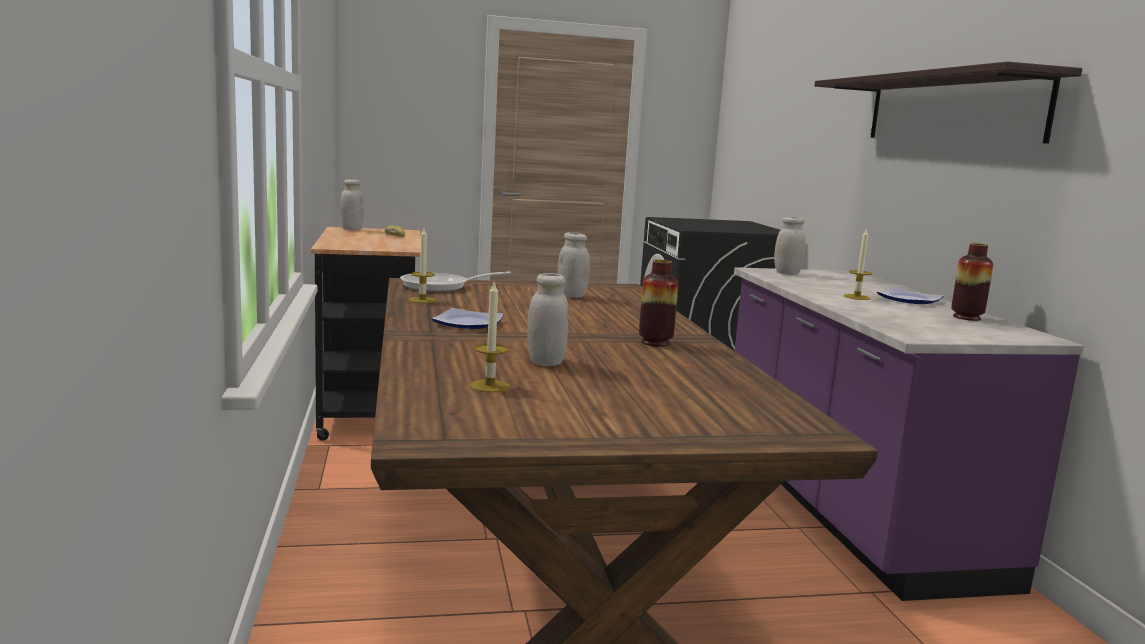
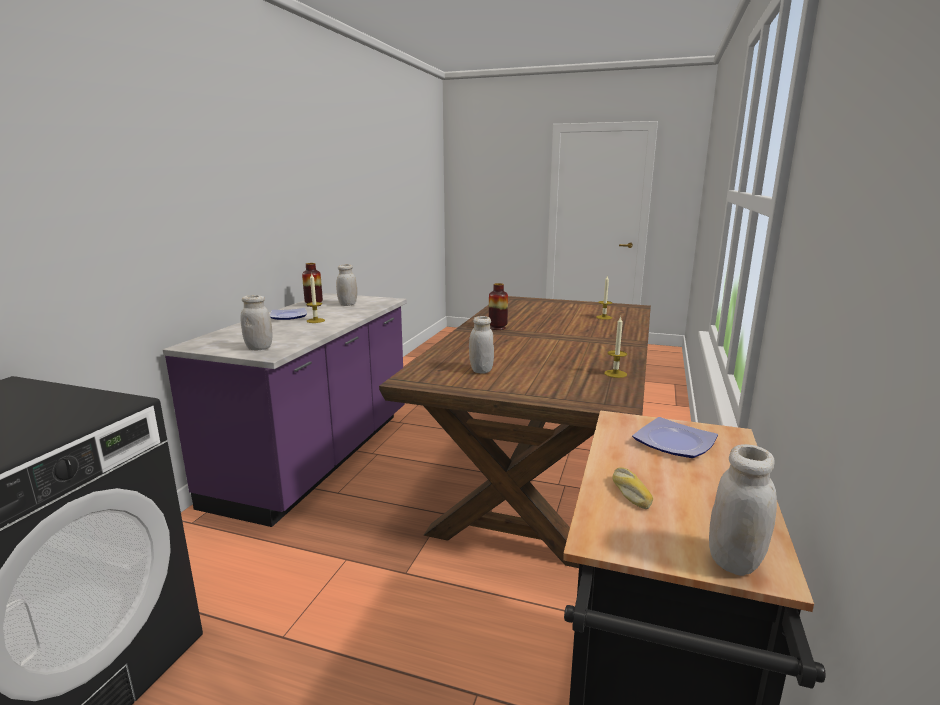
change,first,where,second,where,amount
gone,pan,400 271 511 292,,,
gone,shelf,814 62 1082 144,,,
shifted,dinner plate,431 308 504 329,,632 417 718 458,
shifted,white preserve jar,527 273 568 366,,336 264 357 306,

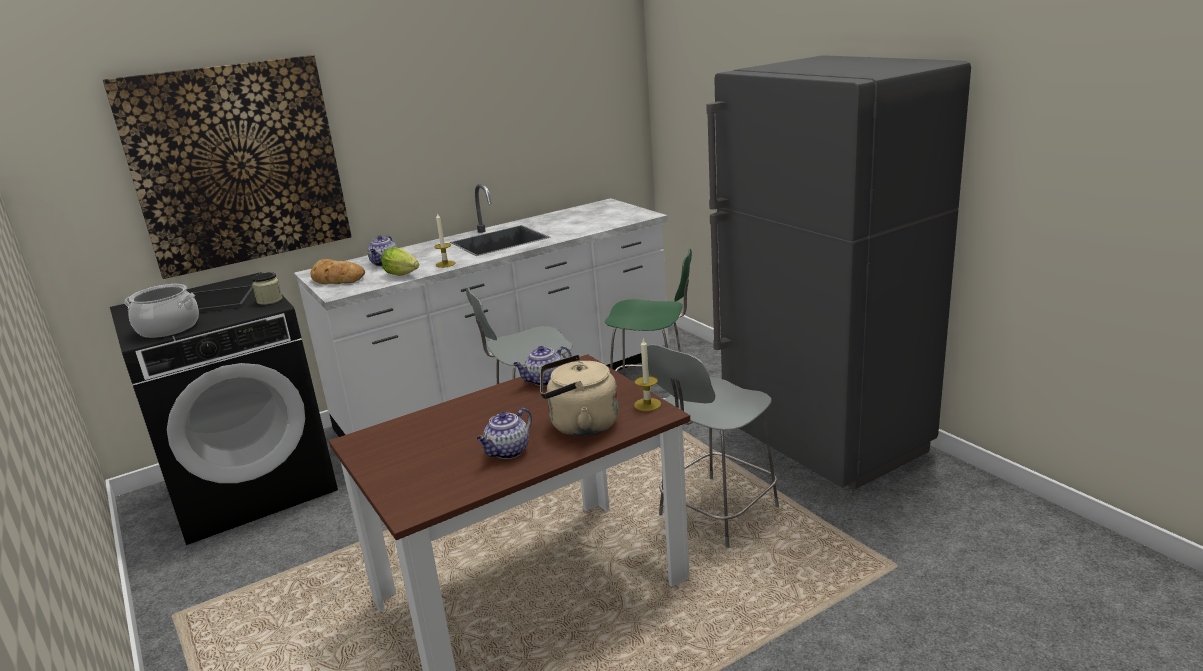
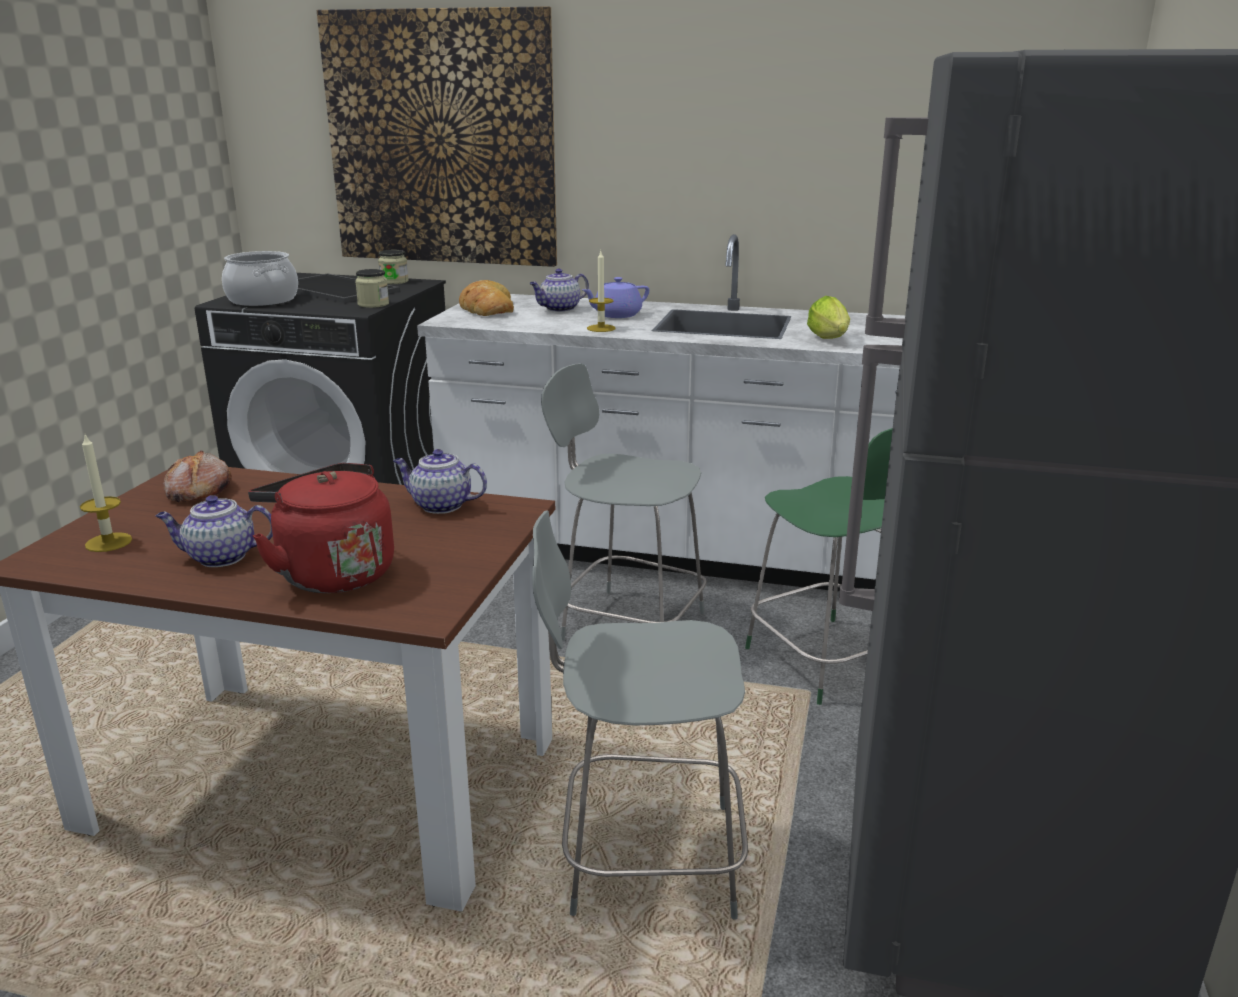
change,first,where,second,where,amount
new,,,baked bread,164 450 232 502,
new,,,preserve jar,378 250 409 284,
new,,,purple-coloured tea pot,582 277 649 318,
shifted,lettuce head,381 247 419 276,,807 296 850 339,
shifted,wax candle,634 338 661 411,,80 435 132 552,
repainted,beige-coloured water kettle,540 355 619 437,reddish water kettle,248 463 394 593,

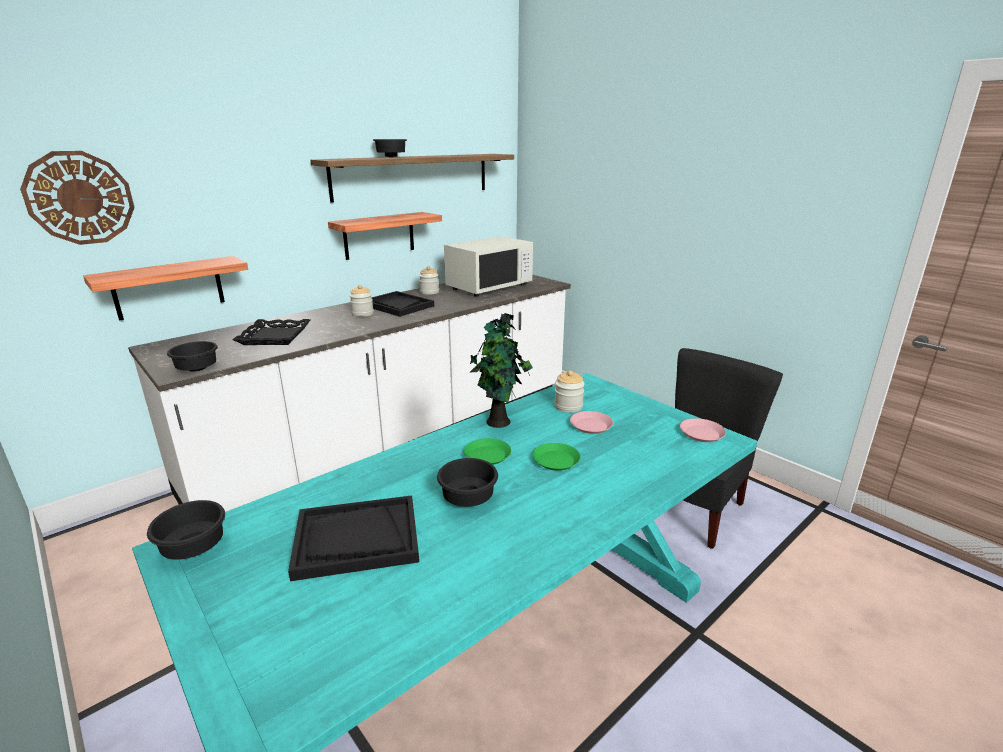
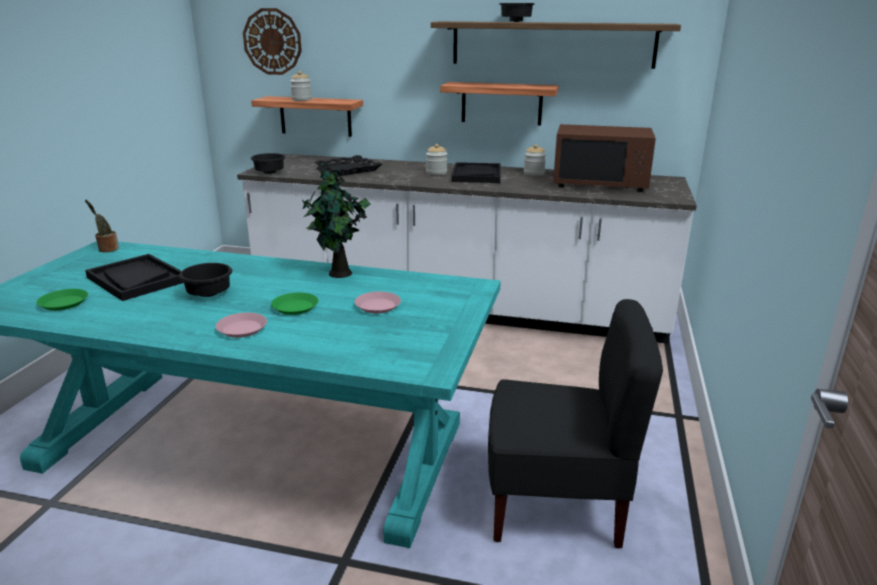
change,first,where,second,where,amount
shifted,green dinner plate,464 438 511 465,,36 289 88 311,
shifted,preserve jar,554 370 585 413,,290 71 312 101,
shifted,pink-coloured dinner plate,680 418 726 442,,215 313 267 338,
swapped,black-coloured deep dish,147 500 225 560,plant in a pot,85 200 119 252,
repainted,white microwave oven,444 236 533 297,brown microwave oven,553 124 656 192,

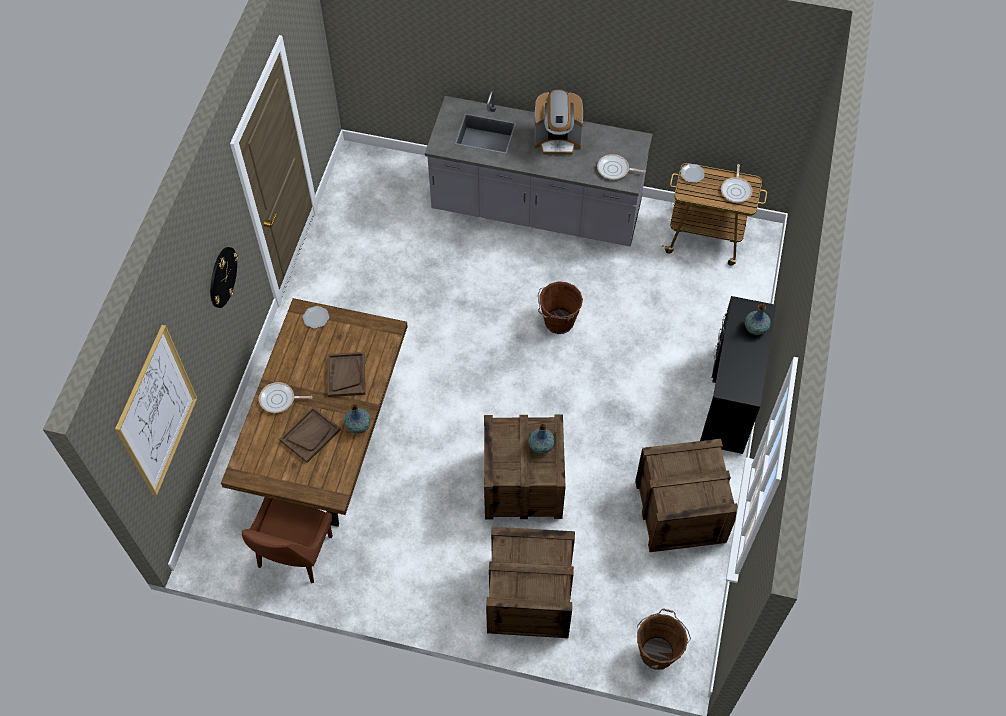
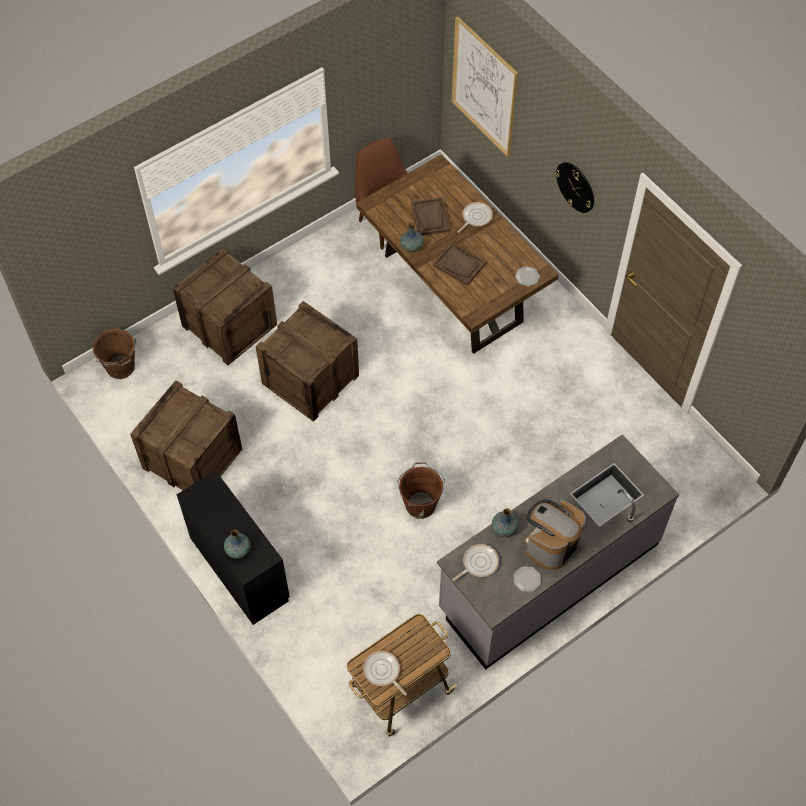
change,first,where,second,where,amount
shifted,vase,528 424 555 454,,492 508 518 537,
shifted,dinner plate,681 164 705 183,,514 566 541 592,

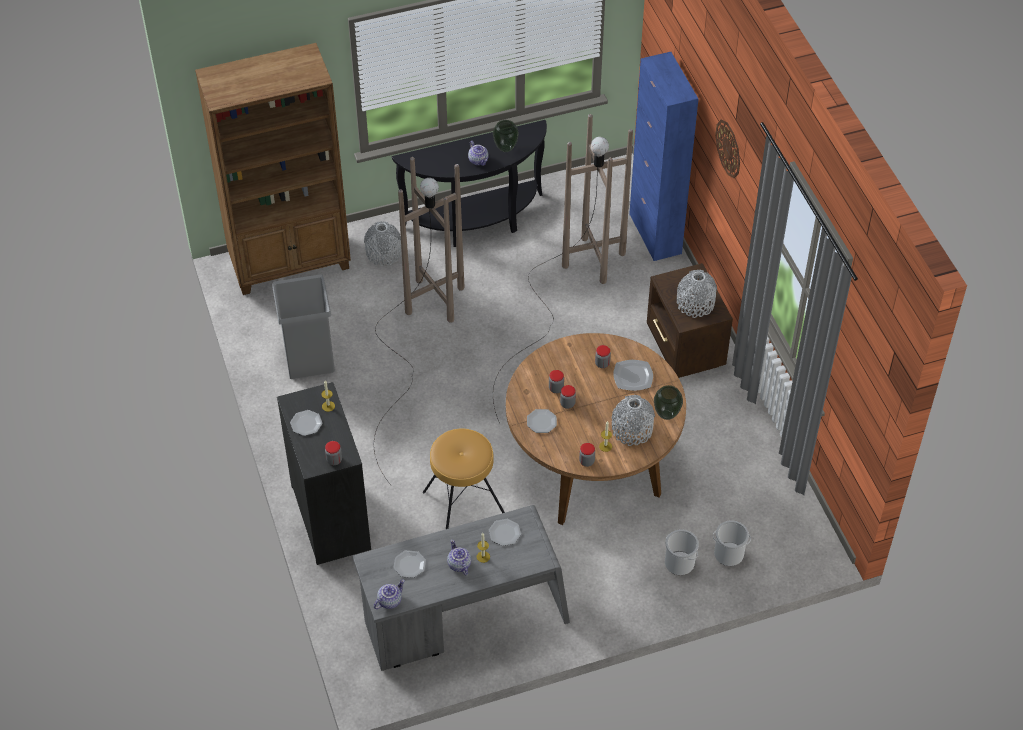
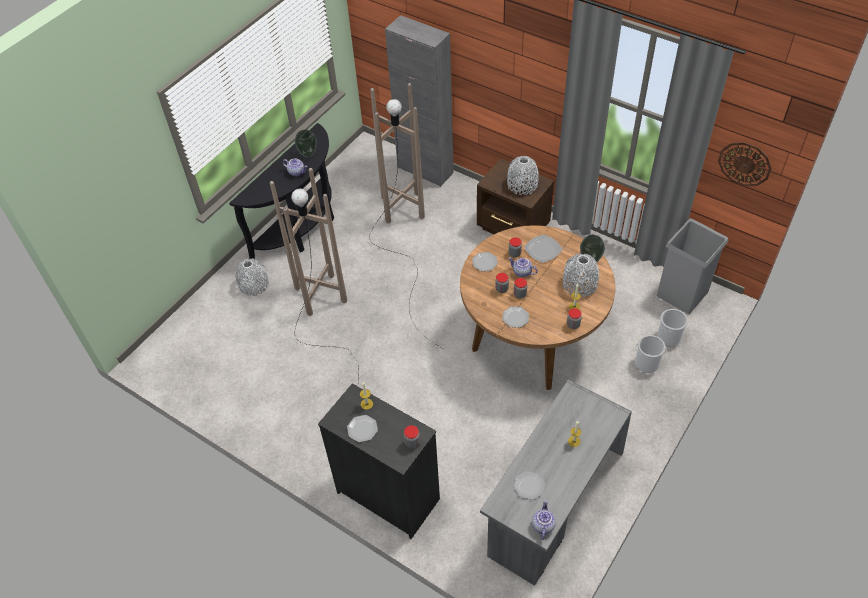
change,first,where,second,where,amount
gone,brown shelving unit,195 43 351 295,,,
gone,brown sitting stool,423 429 505 529,,,
shifted,gray rubbish bin,272 274 335 379,,656 218 728 314,
shifted,tea pot,447 539 471 575,,508 257 538 277,
shifted,dinner plate,489 519 521 546,,472 252 498 271,
shifted,clock on the wall,715 119 740 178,,718 142 772 186,
repainted,blue-coloured cupboard,629 52 698 261,gray cupboard,385 15 454 187,

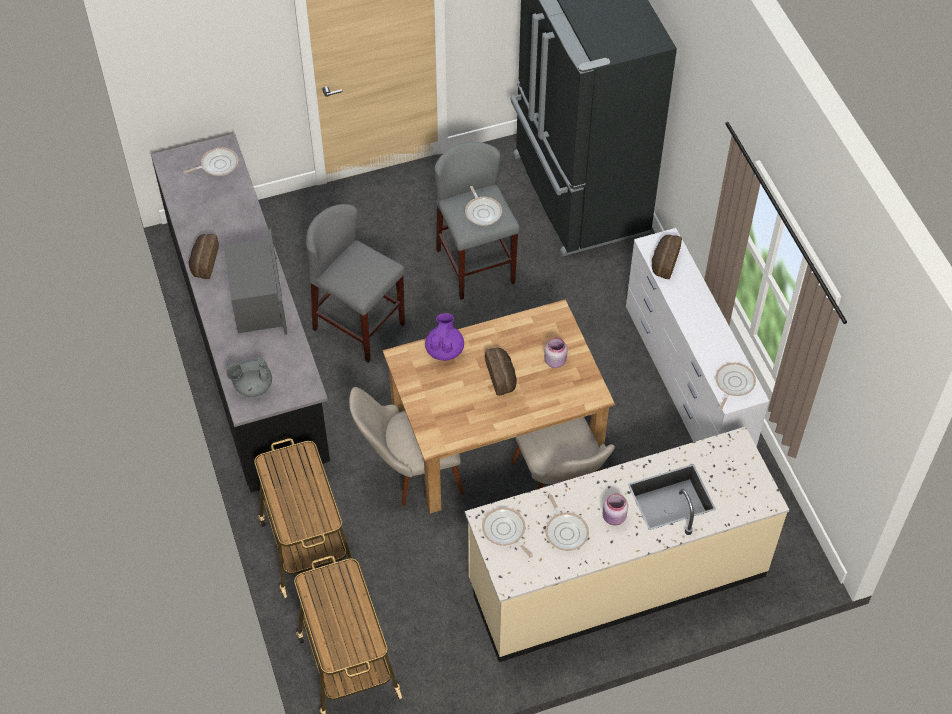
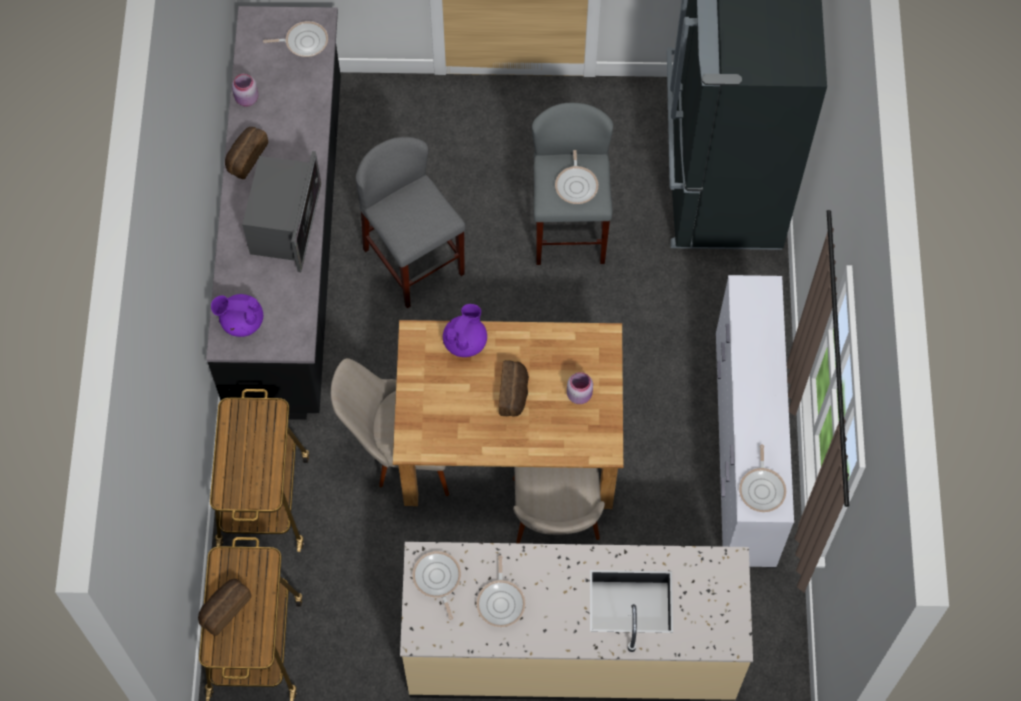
change,first,where,second,where,amount
shifted,pink-coloured preserve jar,603 494 628 525,,232 74 258 107,
shifted,baked bread,652 235 682 279,,198 579 251 636,
repainted,gray tea pot,226 357 272 397,purple-coloured tea pot,211 294 263 337,
rotated,pan,715 363 756 410,,739 445 786 512,135 degrees clockwise

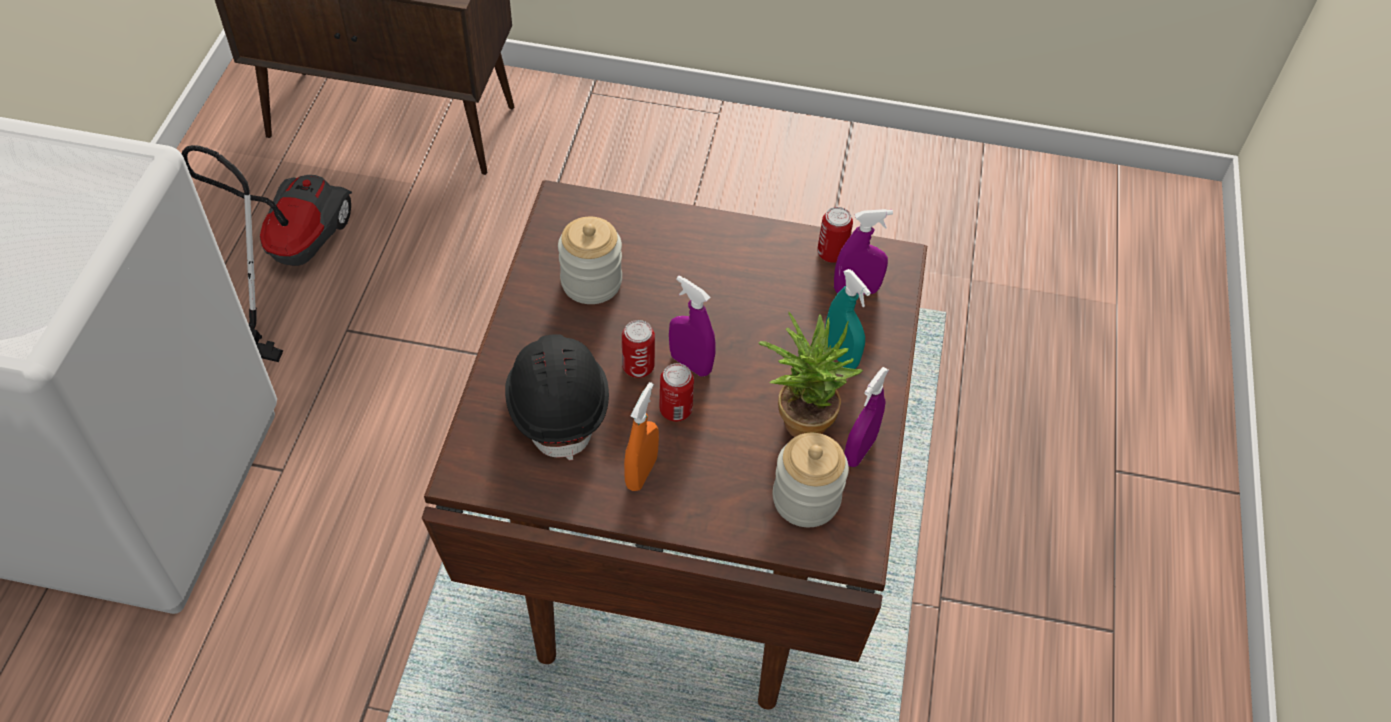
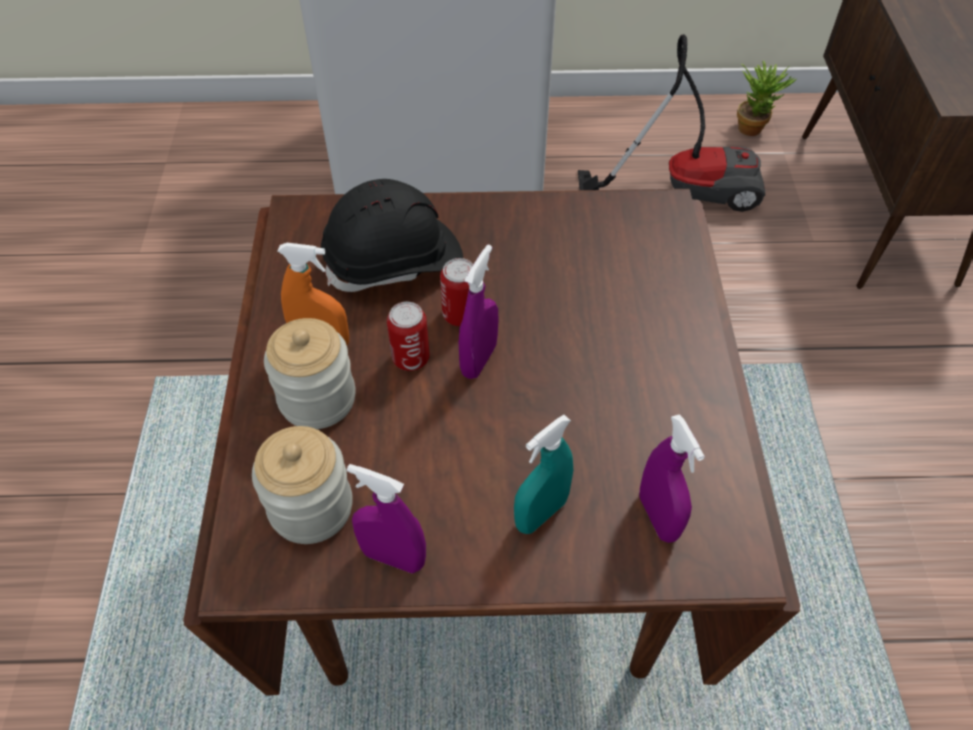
change,first,where,second,where,amount
gone,metal can,817 207 853 263,,,
shifted,preserve jar,558 217 622 304,,264 318 356 429,
shifted,plant in a pot,758 311 863 437,,737 60 796 136,

